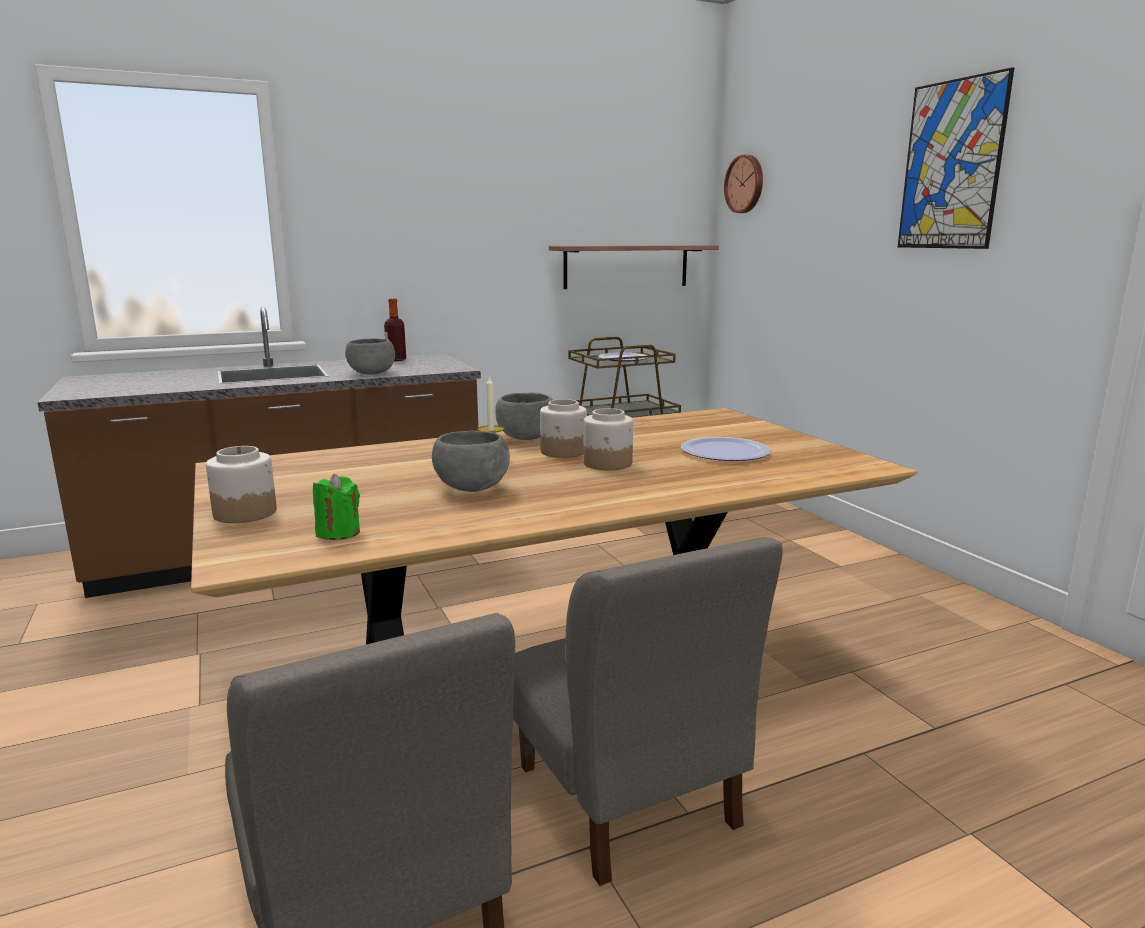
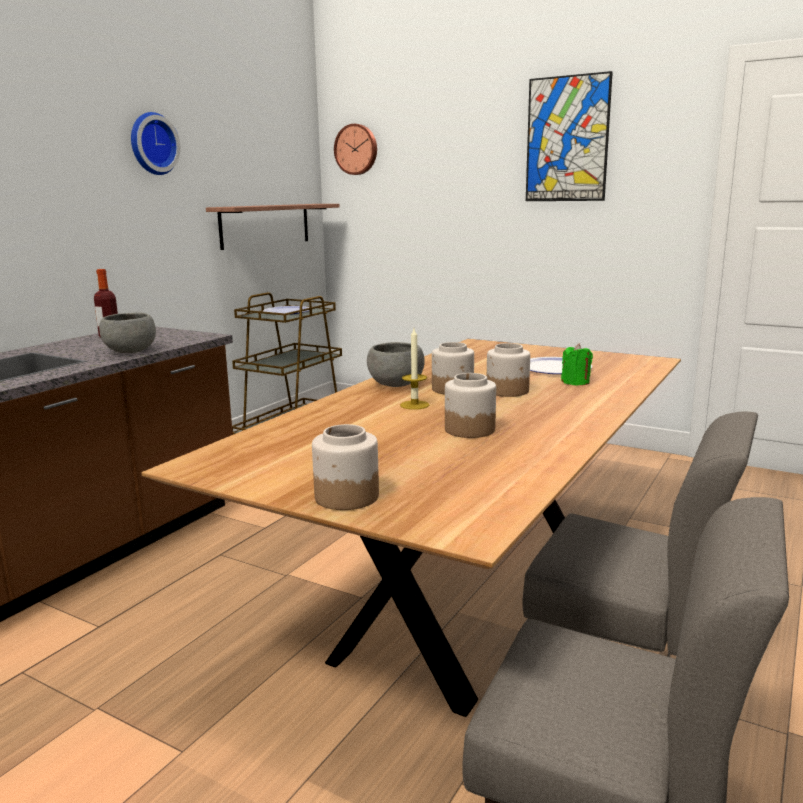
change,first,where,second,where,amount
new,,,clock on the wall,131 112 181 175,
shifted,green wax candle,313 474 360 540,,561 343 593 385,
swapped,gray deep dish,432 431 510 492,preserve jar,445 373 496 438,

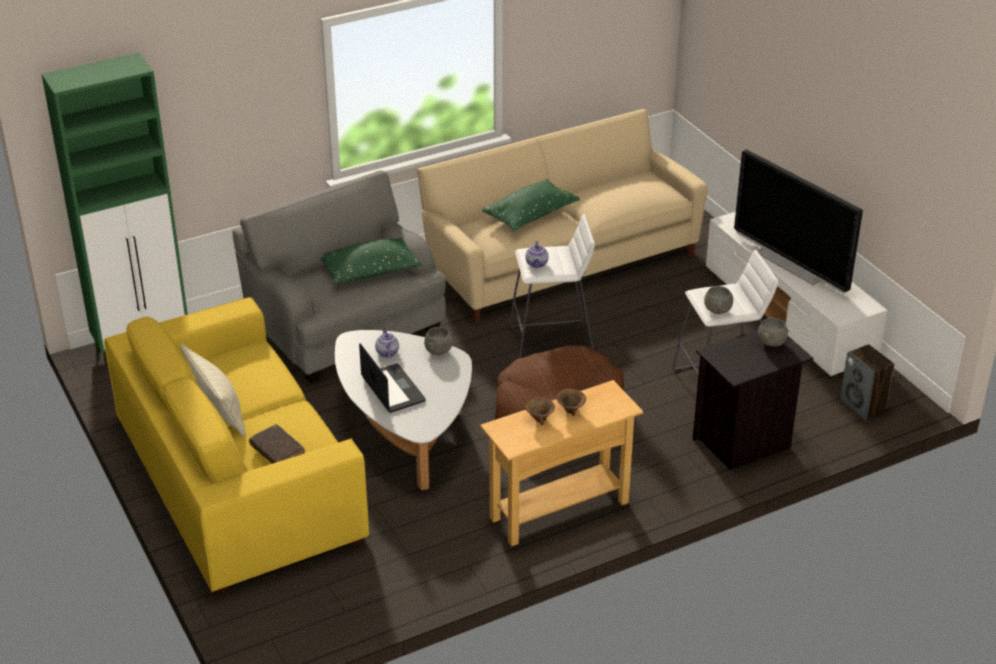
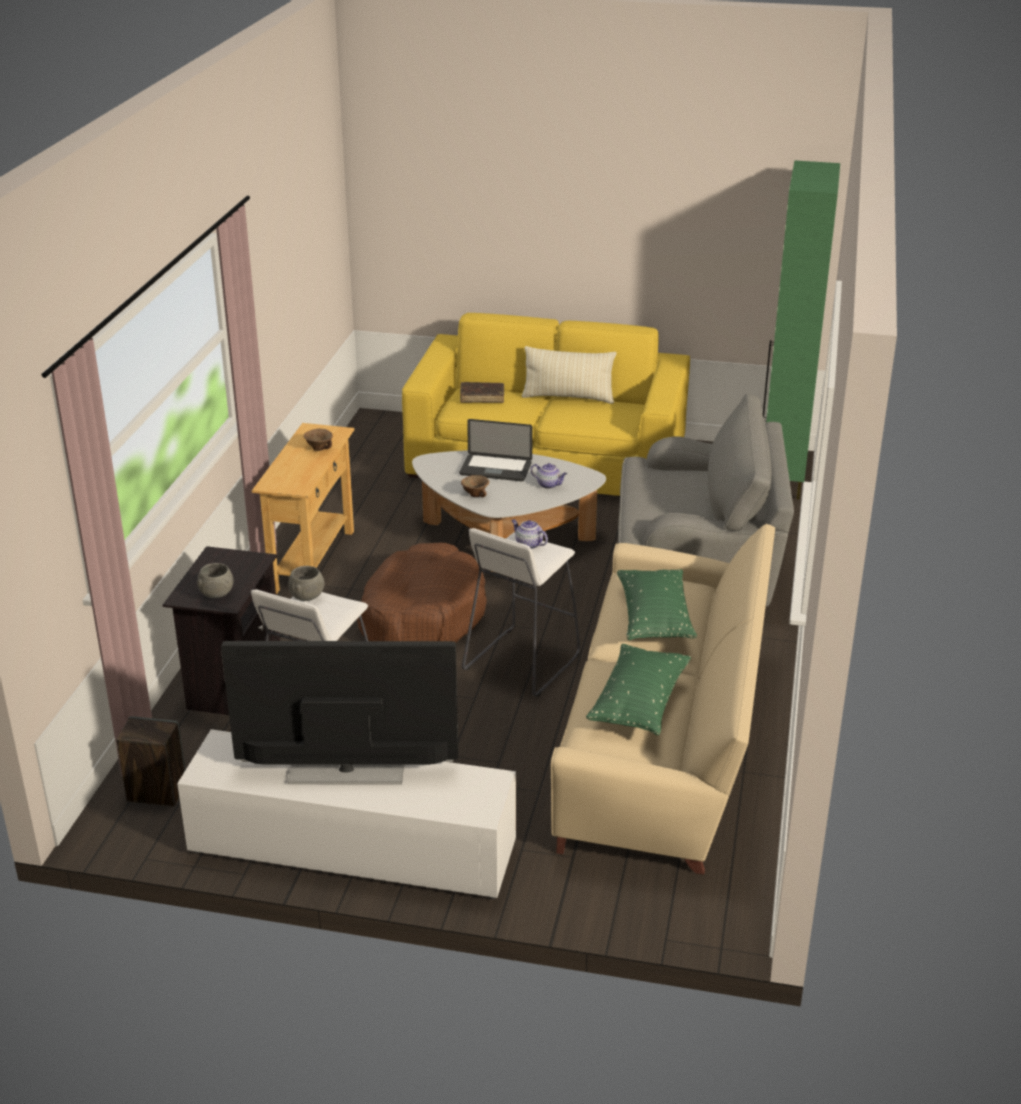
change,first,where,second,where,amount
gone,gray deep dish,424 327 453 355,,,
shifted,green cushion,321 238 422 284,,586 644 691 735,
shifted,brown deep dish,557 389 586 416,,461 475 489 497,

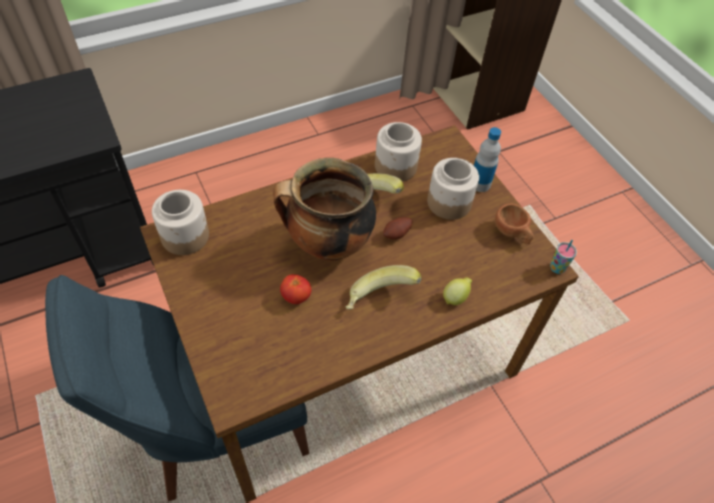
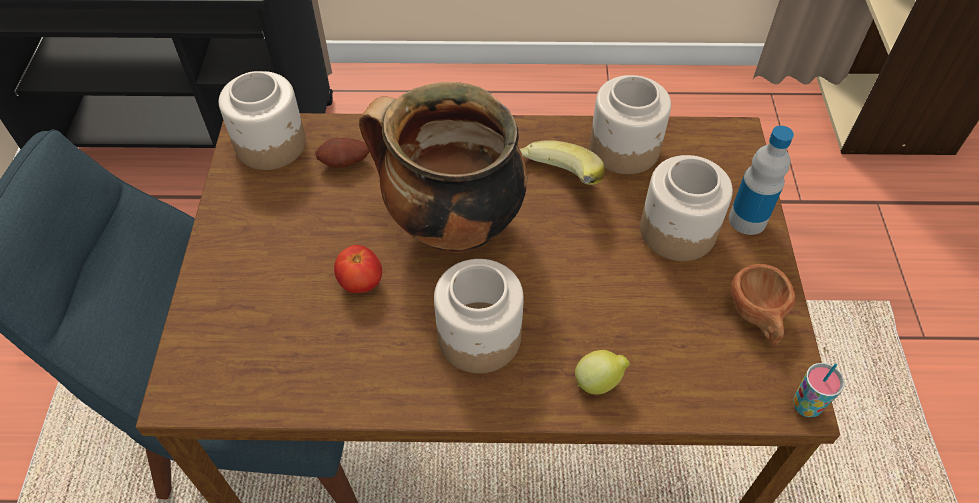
change,first,where,second,where,amount
shifted,whole potato,383 217 412 239,,315 138 370 168,
swapped,whole banana,346 265 422 309,preserve jar,434 259 524 373,

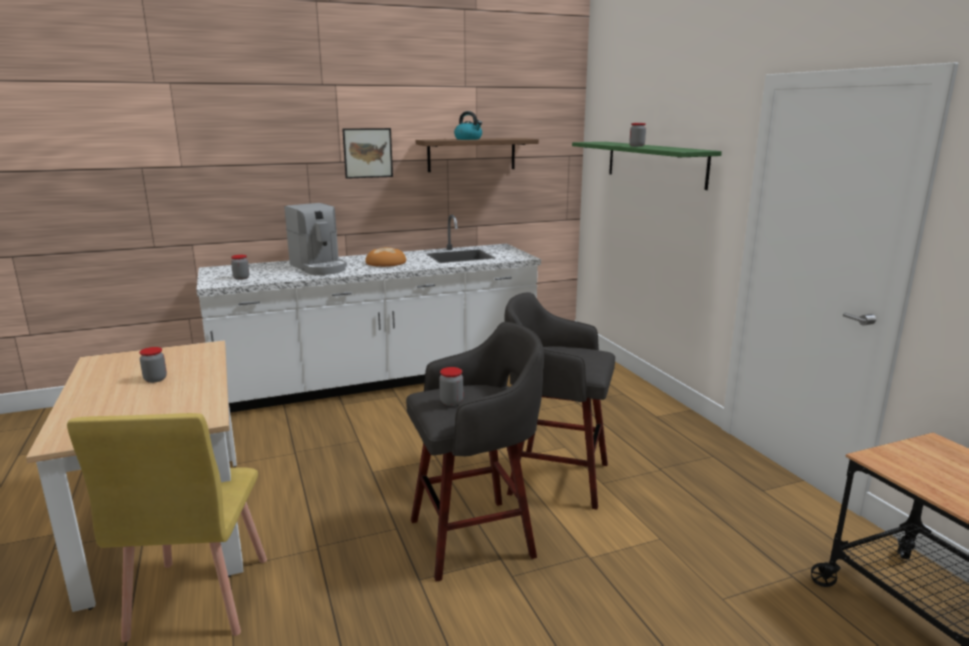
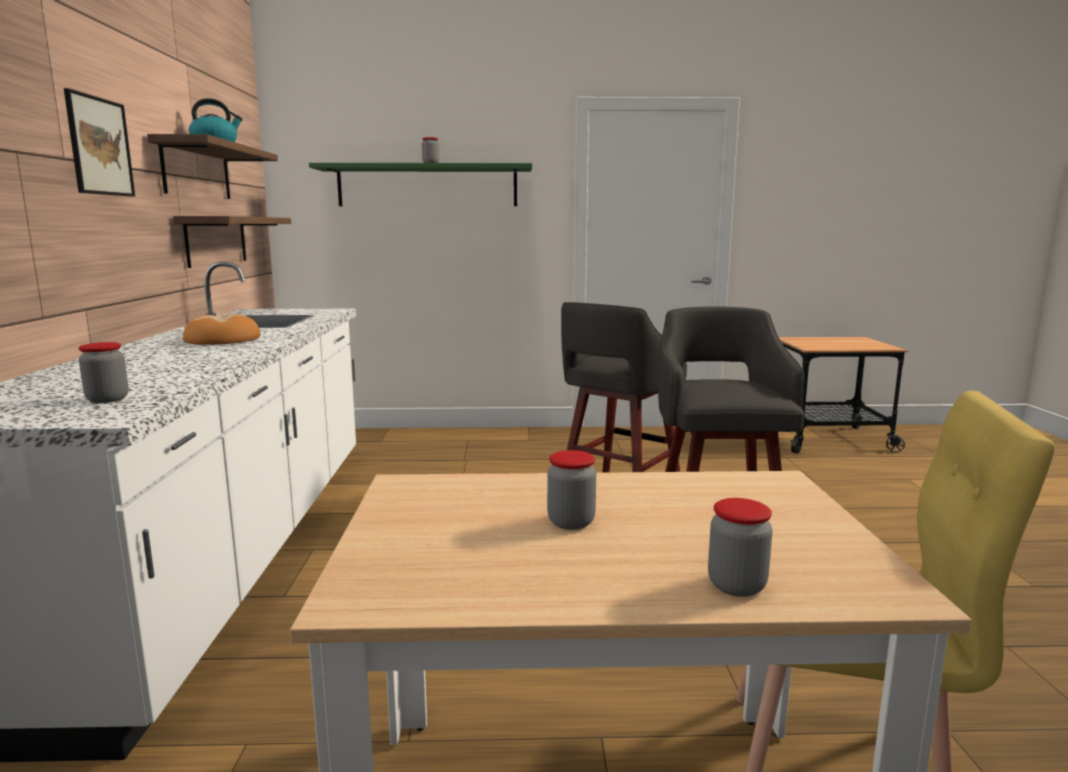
change,first,where,second,where,amount
gone,coffee brewer,285 203 347 275,,,
new,,,shelf,173 216 291 268,
shifted,preserve jar,439 367 463 406,,708 498 773 597,

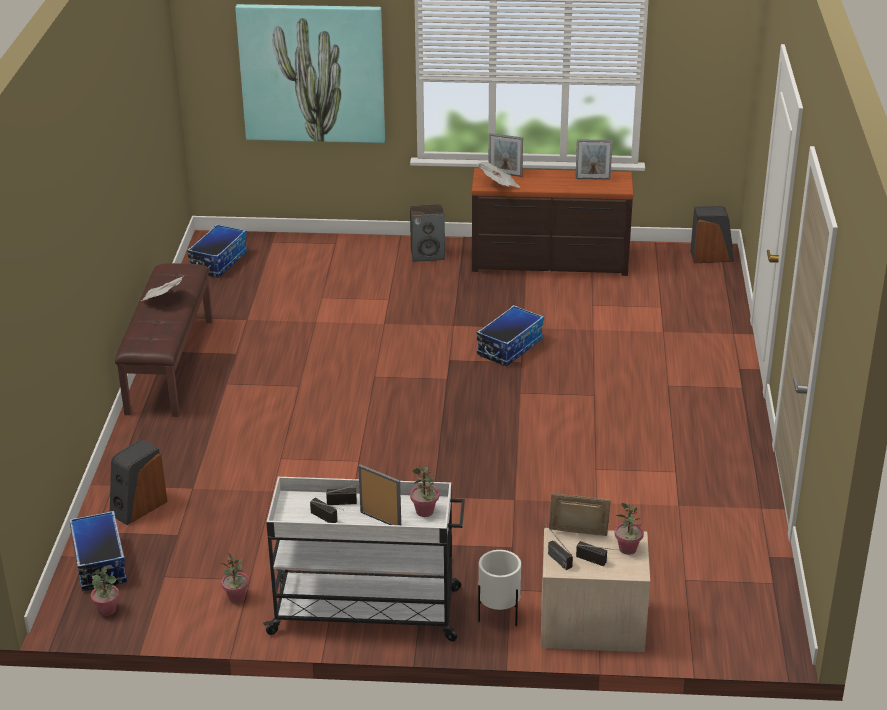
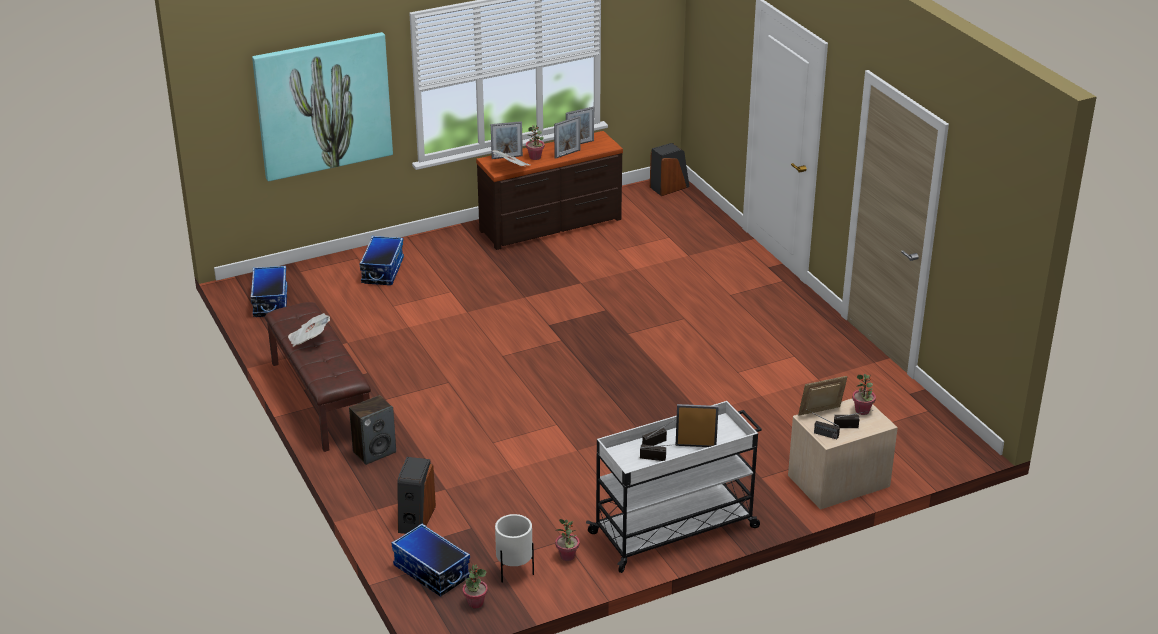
change,first,where,second,where,amount
new,,,standing frame,554 116 580 159,
shifted,speaker,410 204 445 262,,349 395 396 465,
shifted,plant in a pot,410 466 439 517,,526 125 544 160,
shifted,storage container,477 305 544 366,,360 236 404 285,
shifted,white planter,478 550 521 626,,495 514 534 583,

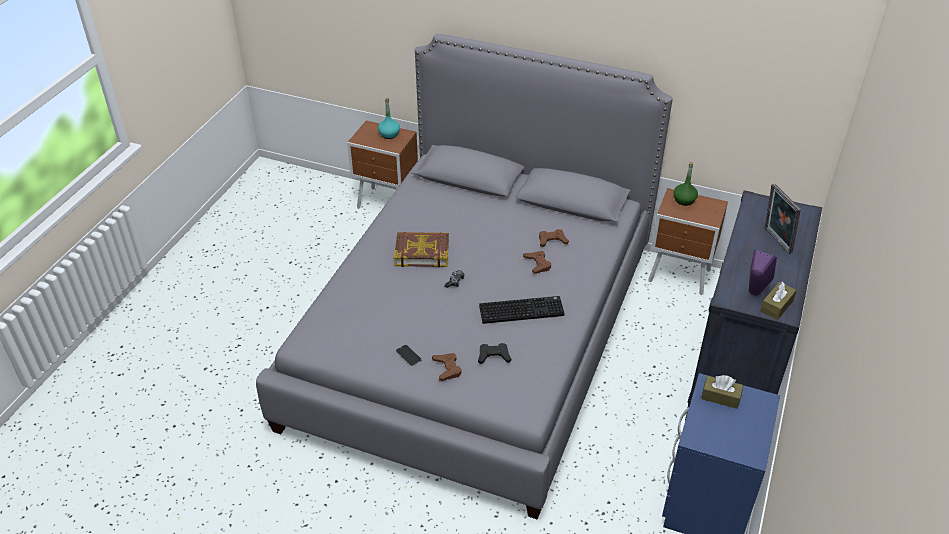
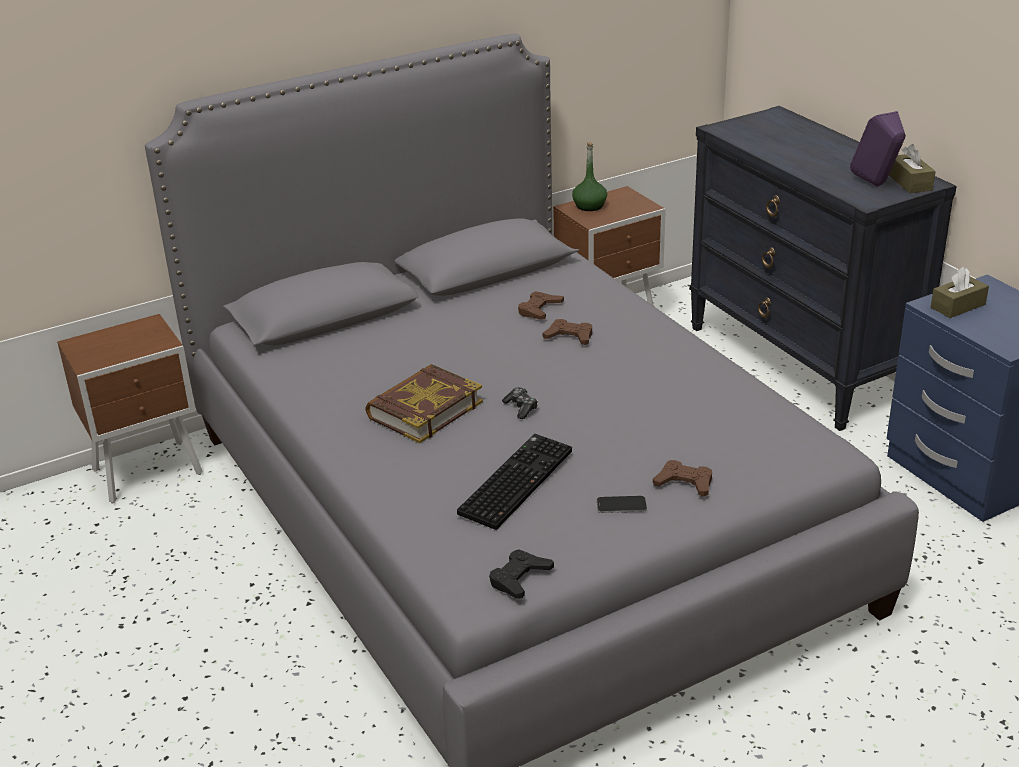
change,first,where,second,where,amount
gone,turquoise-coloured beverage bottle,378 98 400 139,,,
gone,standing frame,765 184 801 254,,,
shifted,black-coloured gamepad,478 343 511 364,,489 549 554 599,
shifted,keyboard,479 296 565 324,,457 434 572 530,

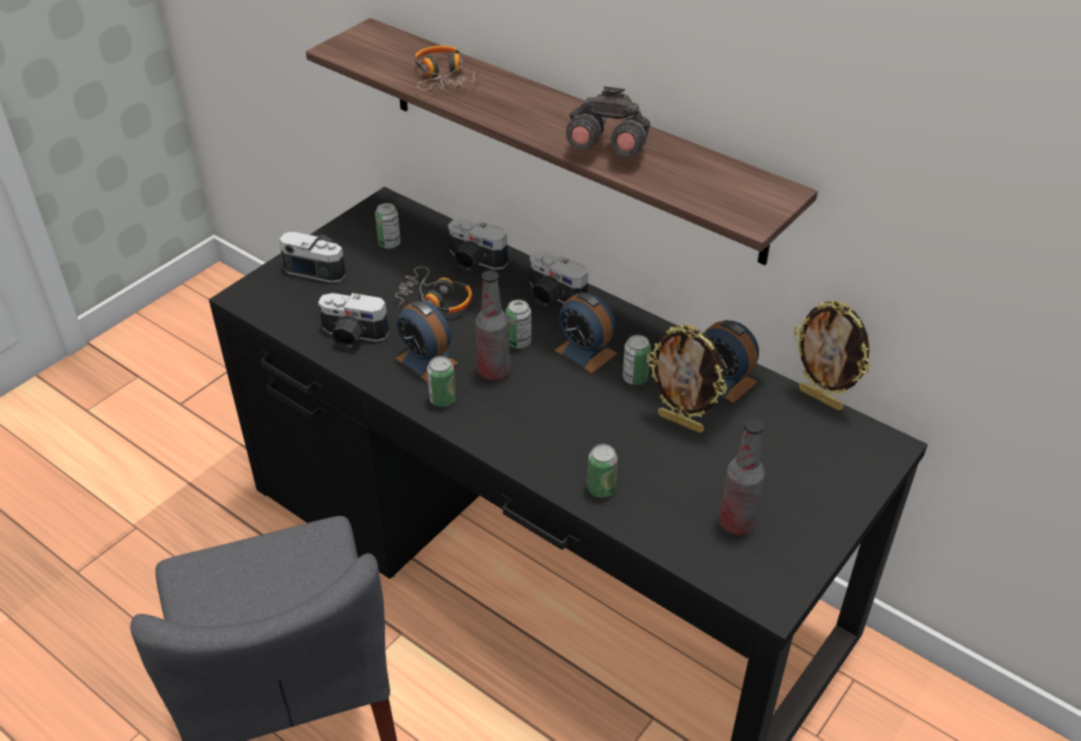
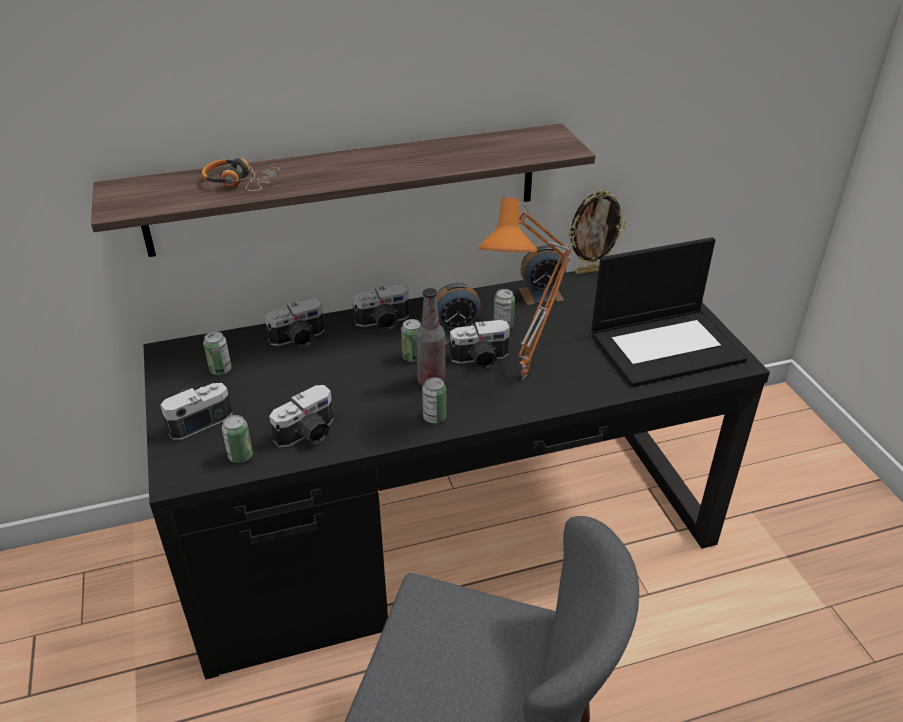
change,first,where,second,where,amount
gone,headphones,395 267 472 313,,,
gone,bedside clock,395 301 458 382,,,
gone,gray pair of binoculars,566 86 650 156,,,
gone,standing frame,647 325 727 433,,,
new,,,still camera,450 320 510 370,
new,,,orangey lamp for a table,478 197 572 380,
shifted,metal can,587 444 618 498,,222 415 253 463,
swapped,beverage bottle,719 419 765 535,laptop,592 237 747 387,

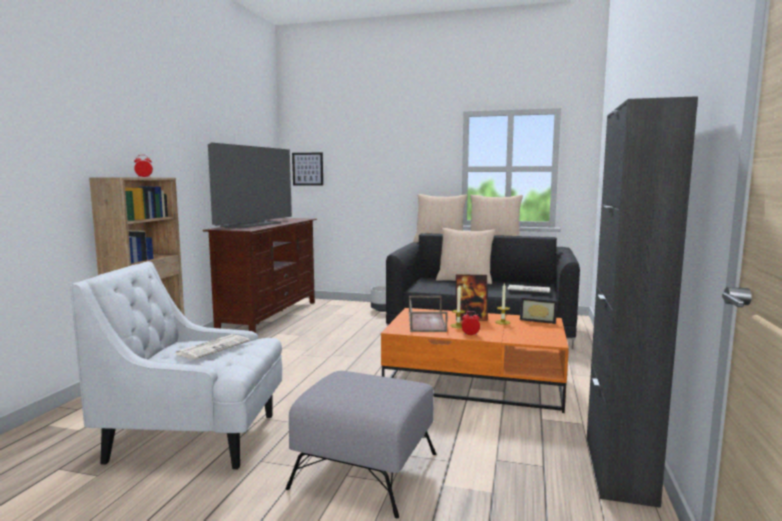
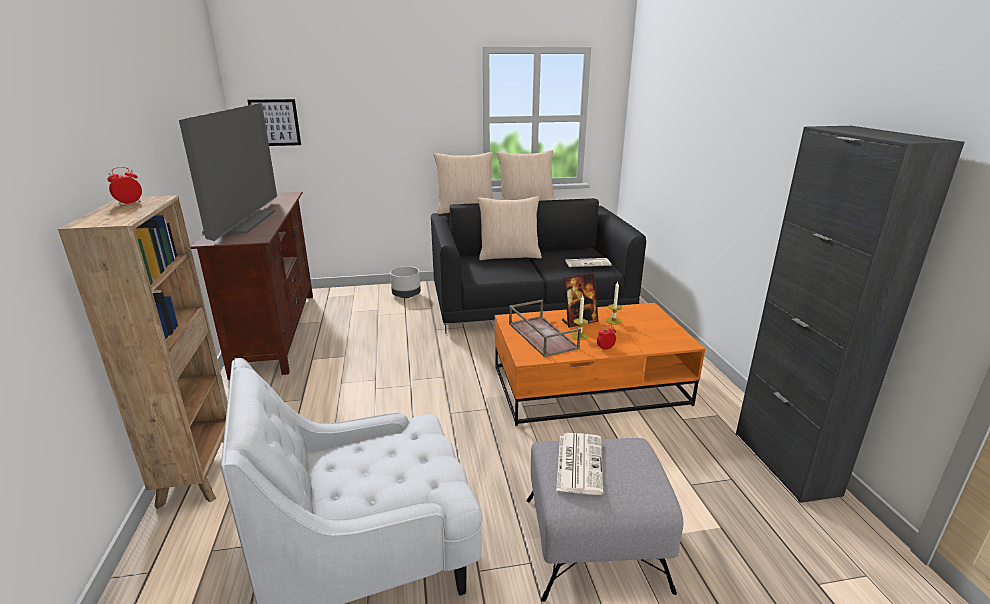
change,first,where,second,where,amount
gone,standing frame,520 298 557 324,,,
shifted,printed paper,175 334 250 360,,556 433 603 495,

